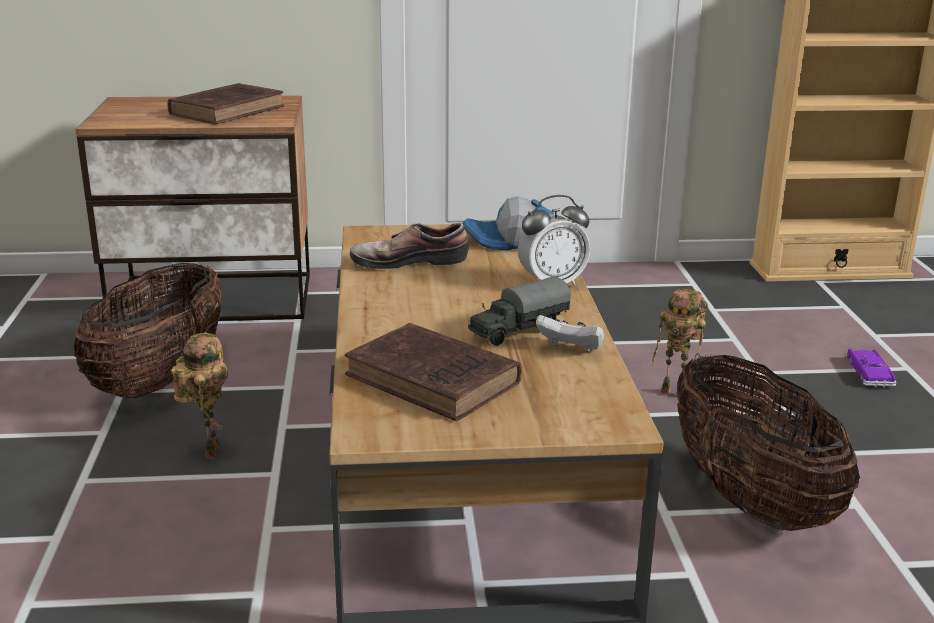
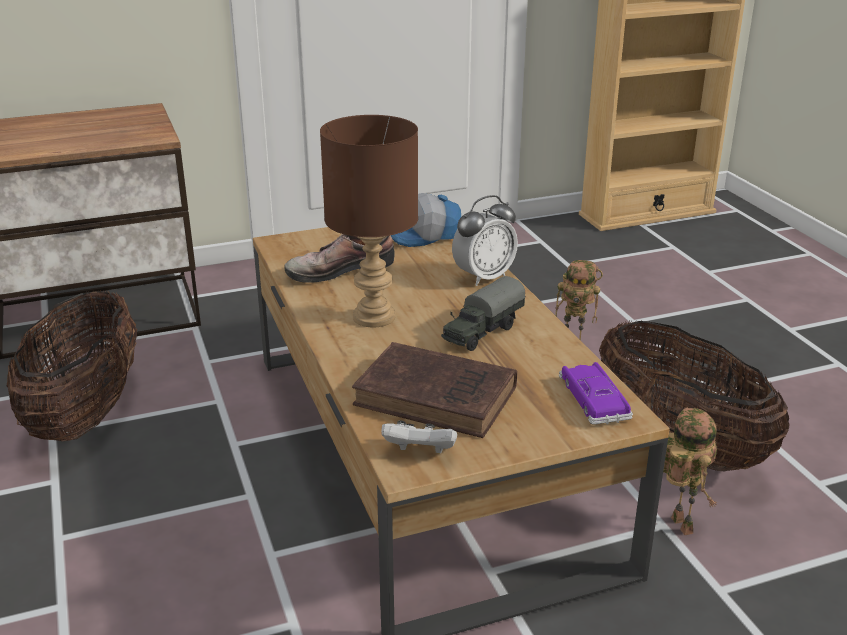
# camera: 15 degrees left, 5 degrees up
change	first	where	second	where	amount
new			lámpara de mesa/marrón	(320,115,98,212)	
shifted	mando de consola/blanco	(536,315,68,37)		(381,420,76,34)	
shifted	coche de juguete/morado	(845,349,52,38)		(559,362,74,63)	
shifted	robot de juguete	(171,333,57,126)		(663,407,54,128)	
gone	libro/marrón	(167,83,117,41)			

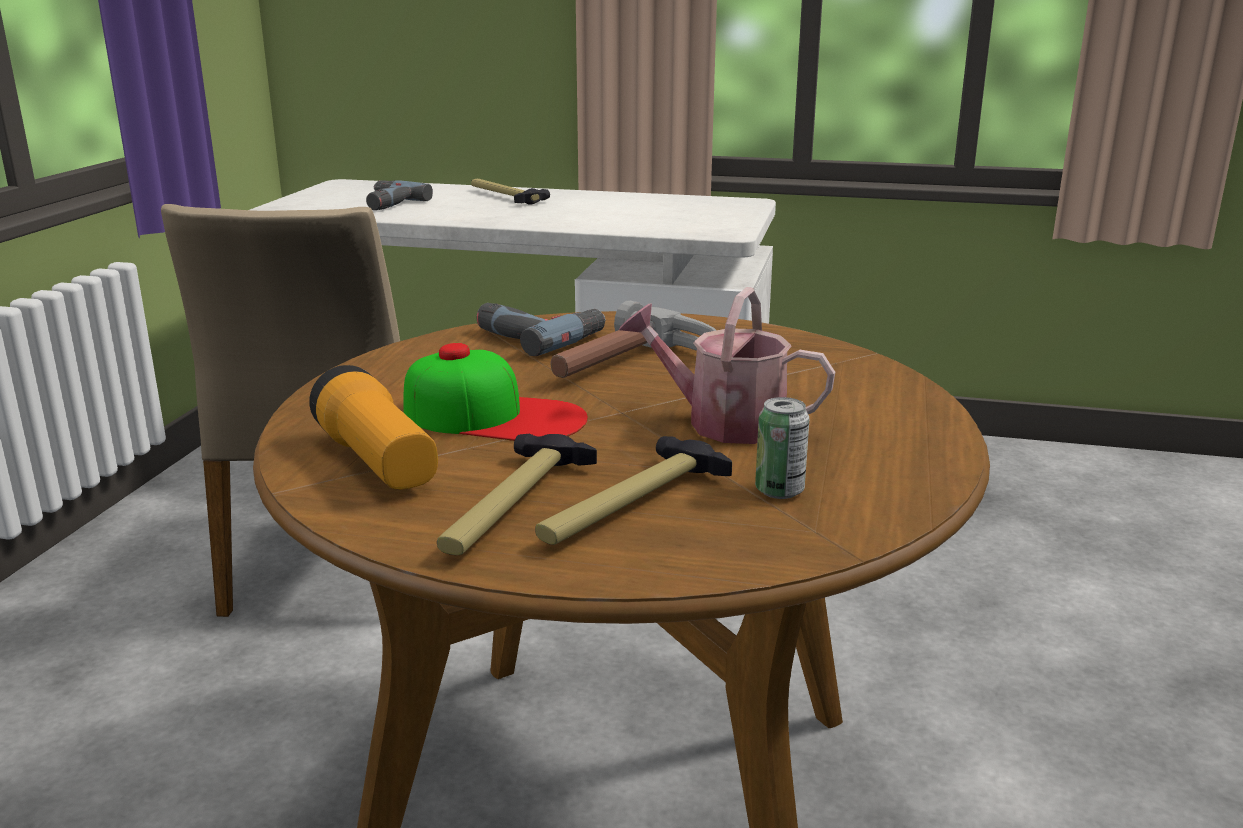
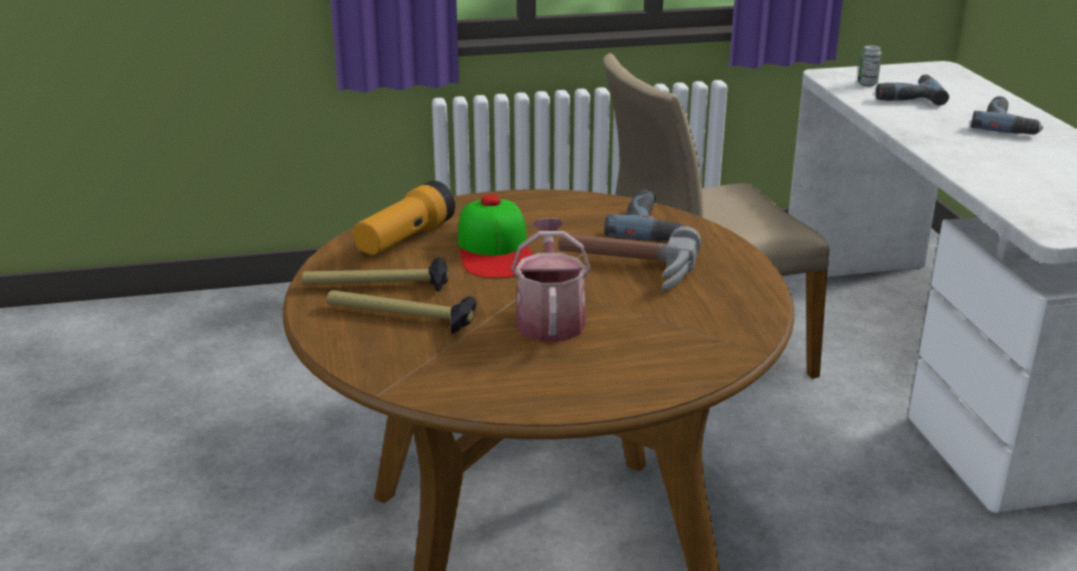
# camera: 65 degrees right, 5 degrees up
change	first	where	second	where	amount
shifted	lata	(755,397,54,102)		(858,45,24,41)	
swapped	martillo	(471,179,79,26)	taladro	(971,96,72,39)	

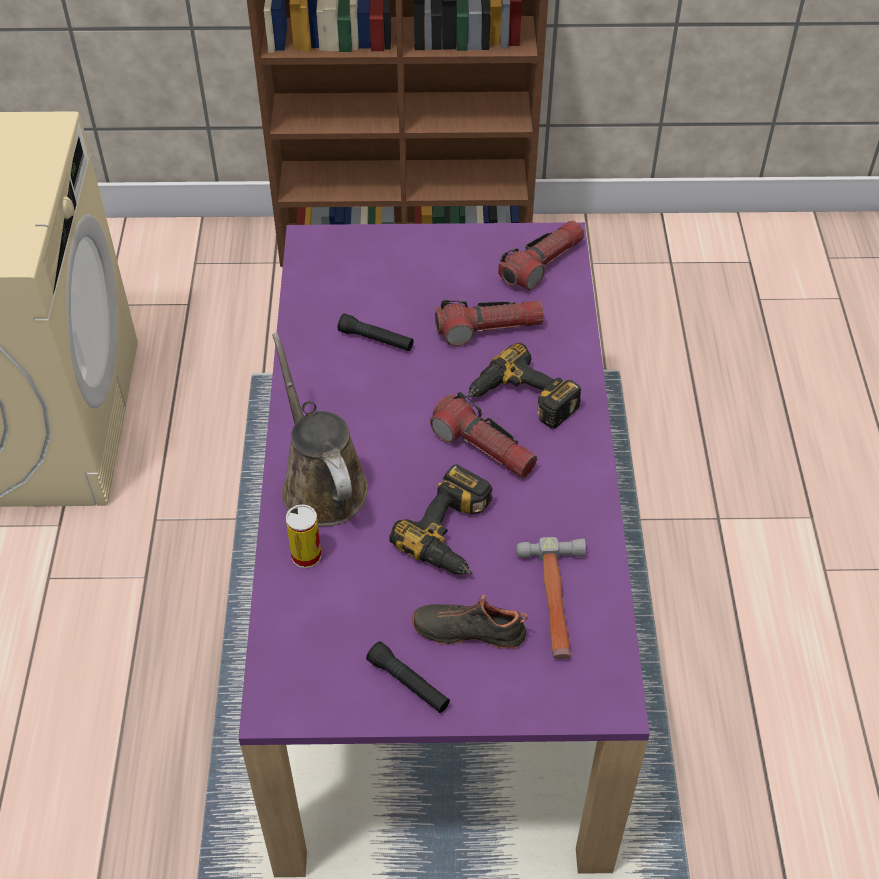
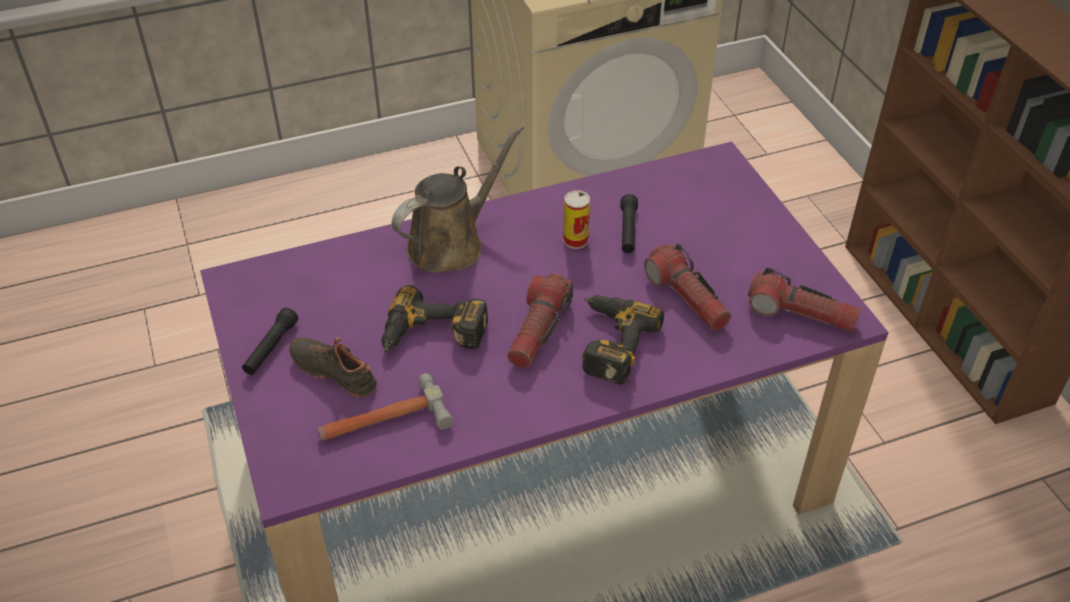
# camera: 70 degrees right, 5 degrees down
change	first	where	second	where	amount
rotated	zapato/negro	(412,595,116,54)		(289,337,88,60)	45 degrees counterclockwise
shifted	lata	(286,504,36,65)		(563,190,27,59)	

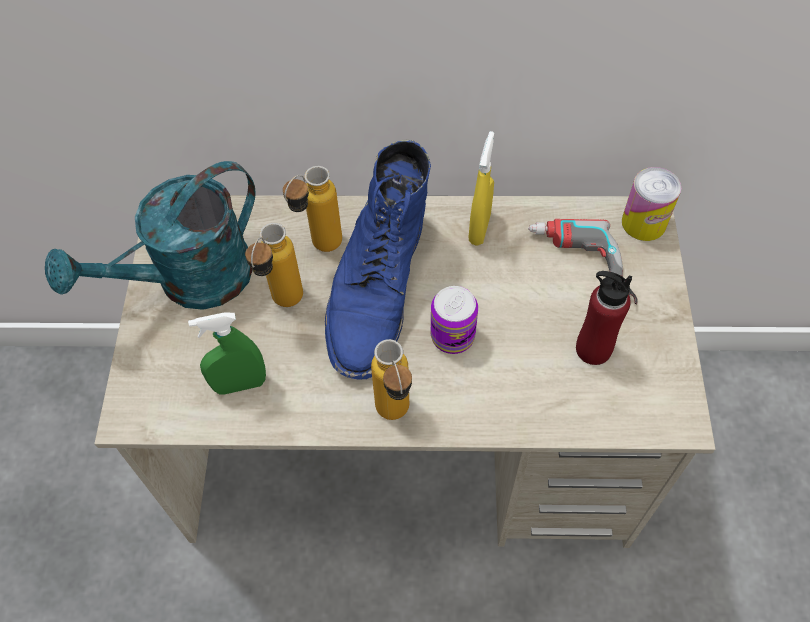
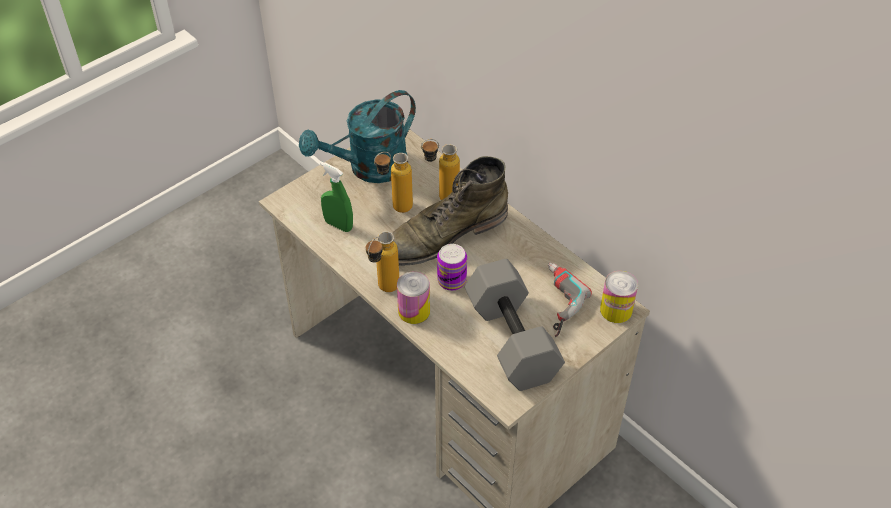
# camera: 45 degrees right, 10 degrees down
change	first	where	second	where	amount
rotated	regadera/turquesa	(45,161,211,149)		(299,90,117,93)	45 degrees counterclockwise
repainted	bota/azul	(325,139,106,241)	bota/verde	(393,156,115,110)	
new			lata	(397,272,33,52)	
swapped	botella/rojo	(576,271,56,94)	mancuerna/gris	(465,259,100,132)	
gone	pulverizador/amarillo	(469,131,25,115)			

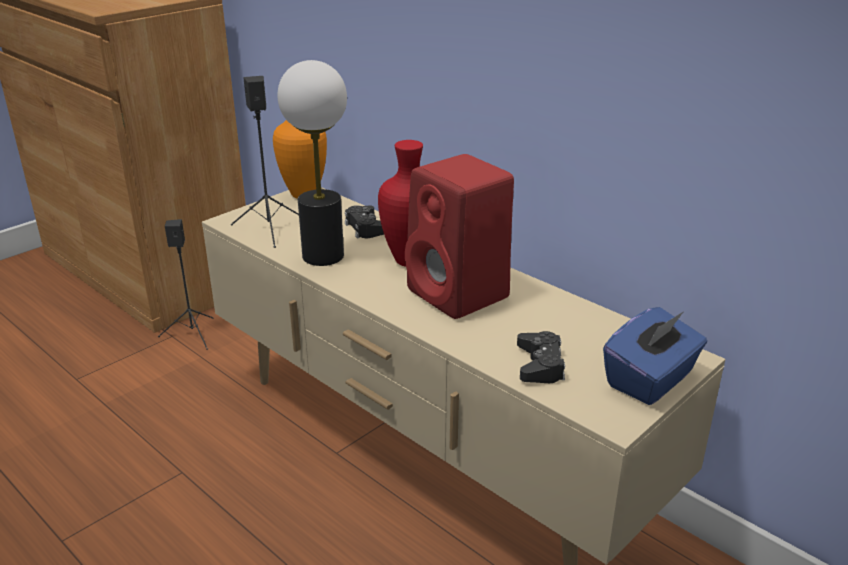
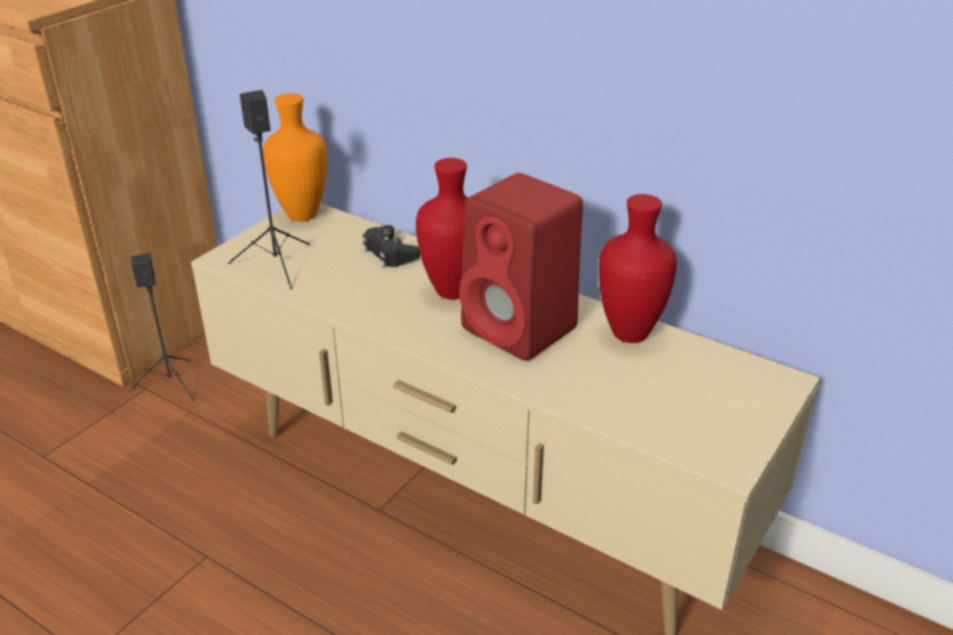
# camera: 10 degrees left, 5 degrees up
change	first	where	second	where	amount
new			florero/rojo	(599,194,78,149)	
gone	lámpara de mesa	(278,60,69,206)			
gone	mando de consola/negro	(517,331,48,52)			
gone	caja de pañuelos/azul	(603,307,104,98)			

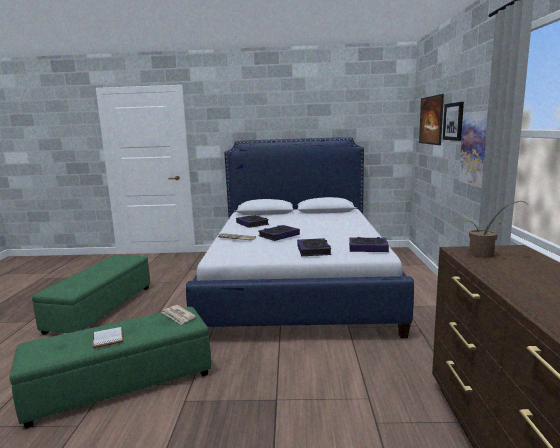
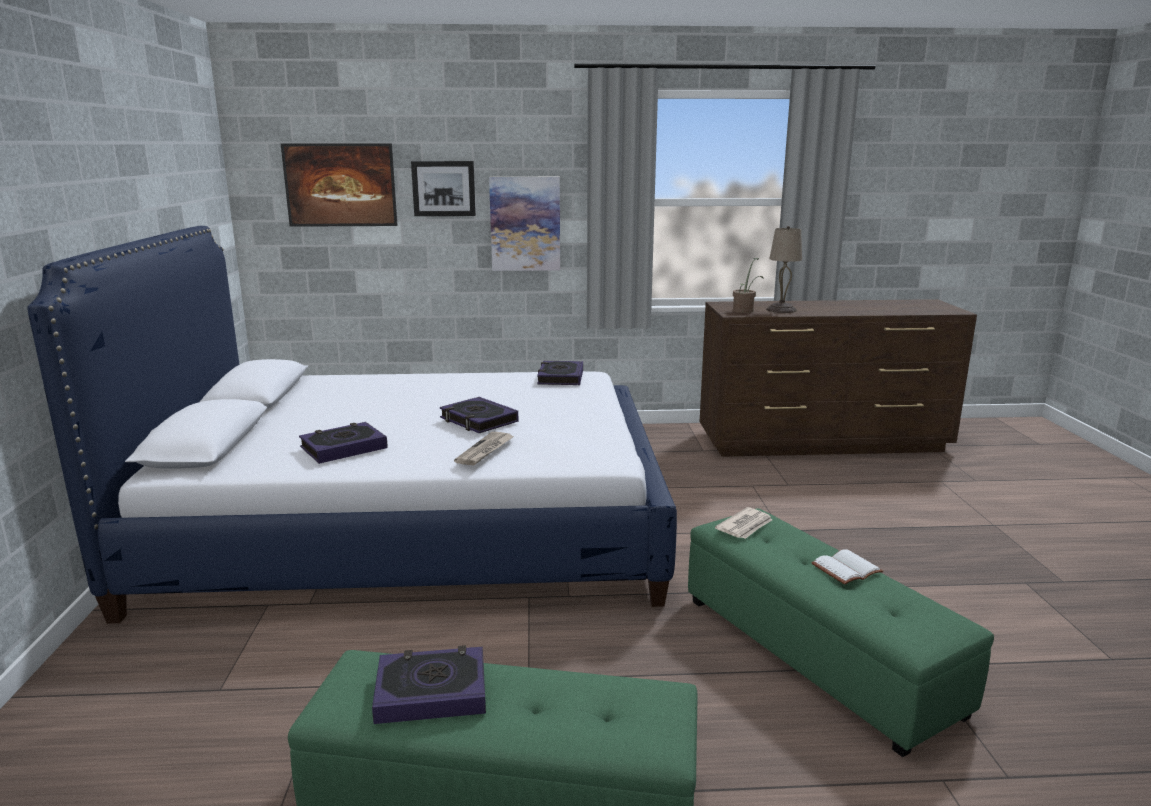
# camera: 95 degrees left, 5 degrees up
change	first	where	second	where	amount
shifted	libro	(297,238,34,18)		(372,645,114,79)	
new			lámpara de mesa/beis	(766,226,36,87)	

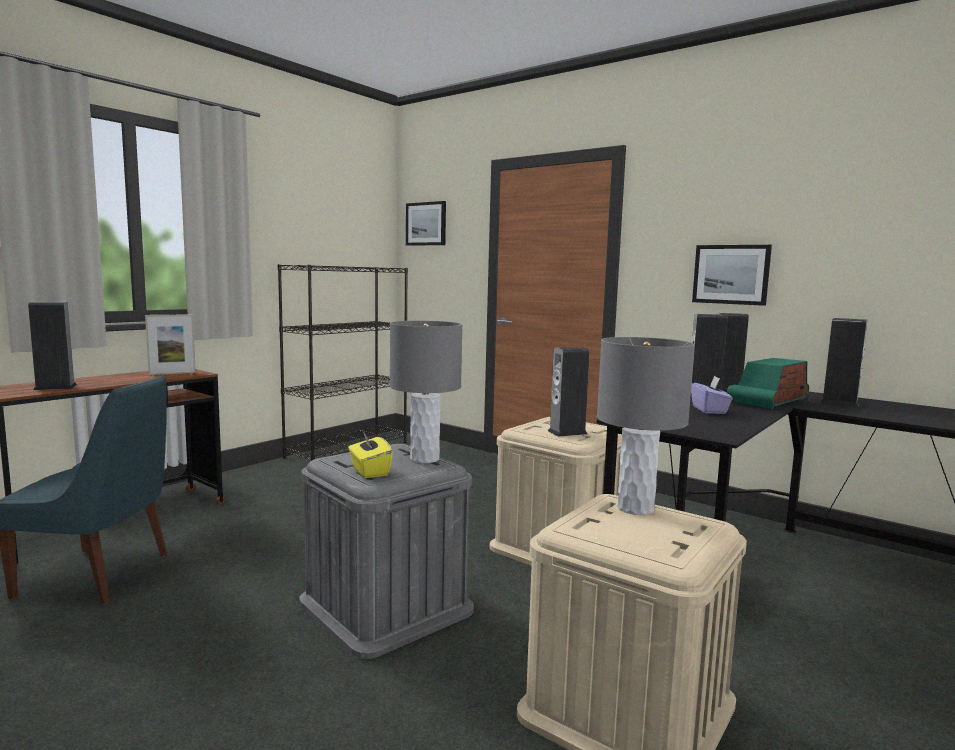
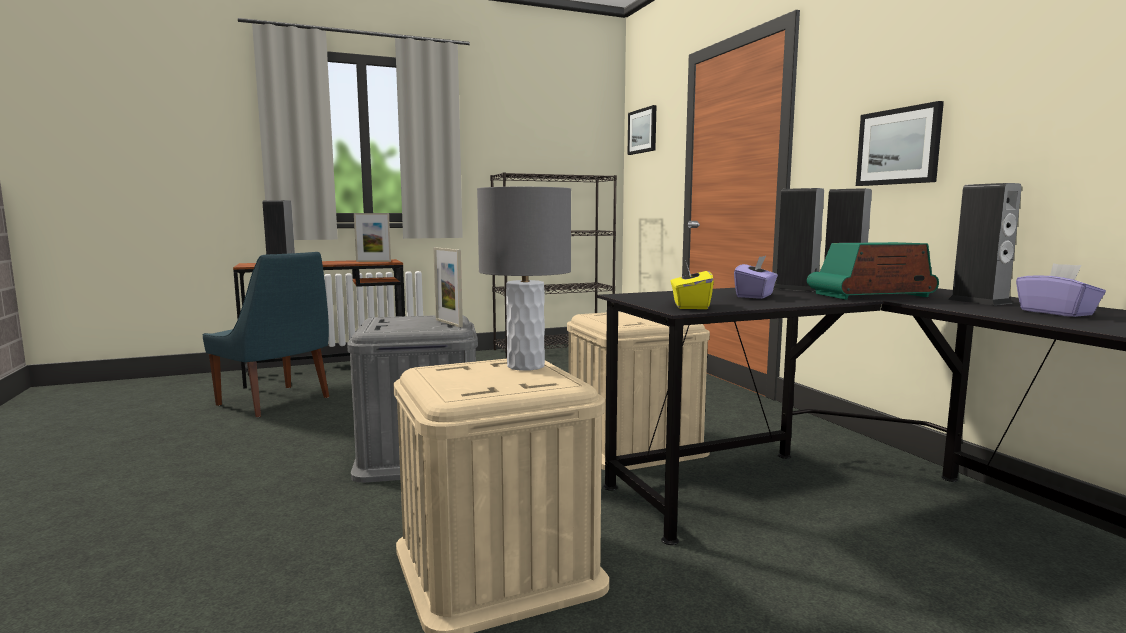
# camera: 30 degrees right, 0 degrees up
change	first	where	second	where	amount
swapped	lámpara de mesa/gris	(390,321,73,142)	portarretratos	(433,247,30,80)	
shifted	caja de pañuelos/amarillo	(348,430,45,48)		(671,260,43,49)	
new			caja de pañuelos/morado	(1016,263,90,54)	
gone	altavoz	(548,347,42,90)			

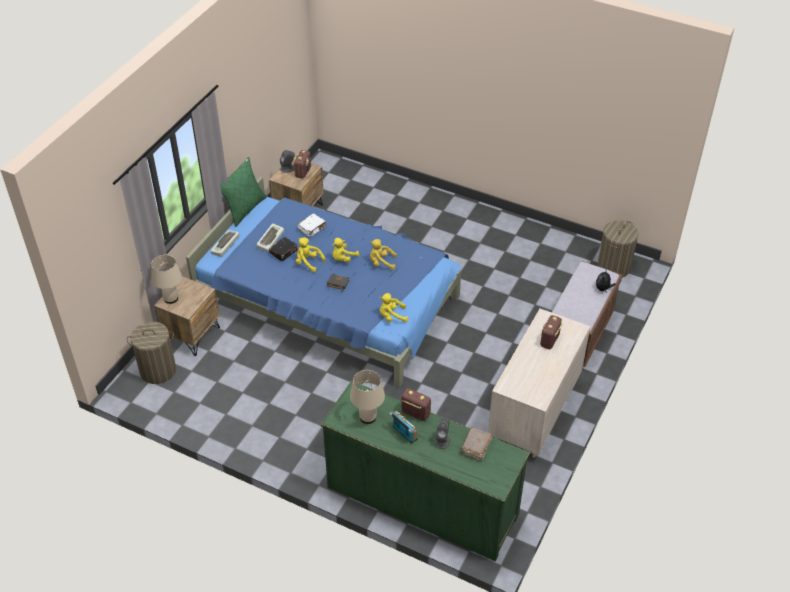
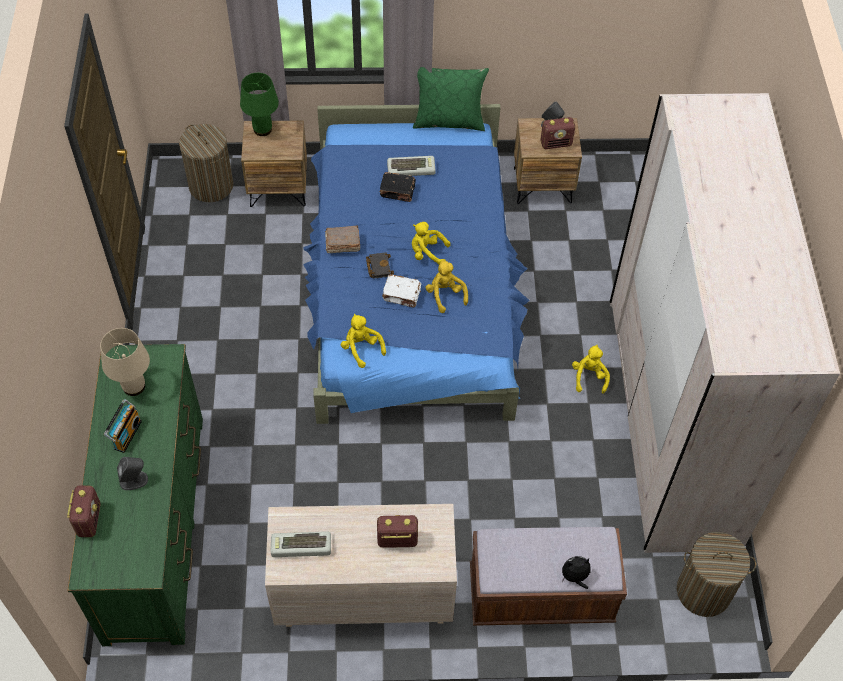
# camera: 60 degrees right, 10 degrees up
change	first	where	second	where	amount
shifted	radio	(402,388,29,33)		(67,485,34,52)	
repainted	lámpara de mesa/beis	(151,255,31,49)	lámpara de mesa/verde	(240,73,39,63)	
shifted	teclado	(210,230,30,27)		(271,531,60,26)	
shifted	libro/marrón	(461,427,31,34)		(325,226,35,27)	
shifted	libro/blanco	(298,214,28,23)		(382,274,39,34)	
shifted	peluche/amarillo	(296,237,30,35)		(572,345,38,49)	
new			armario ropero/beis	(610,93,230,460)	

